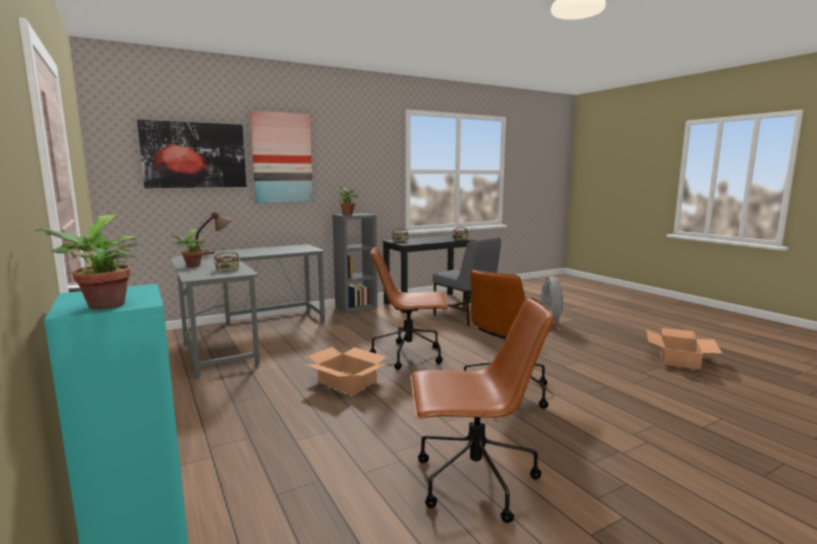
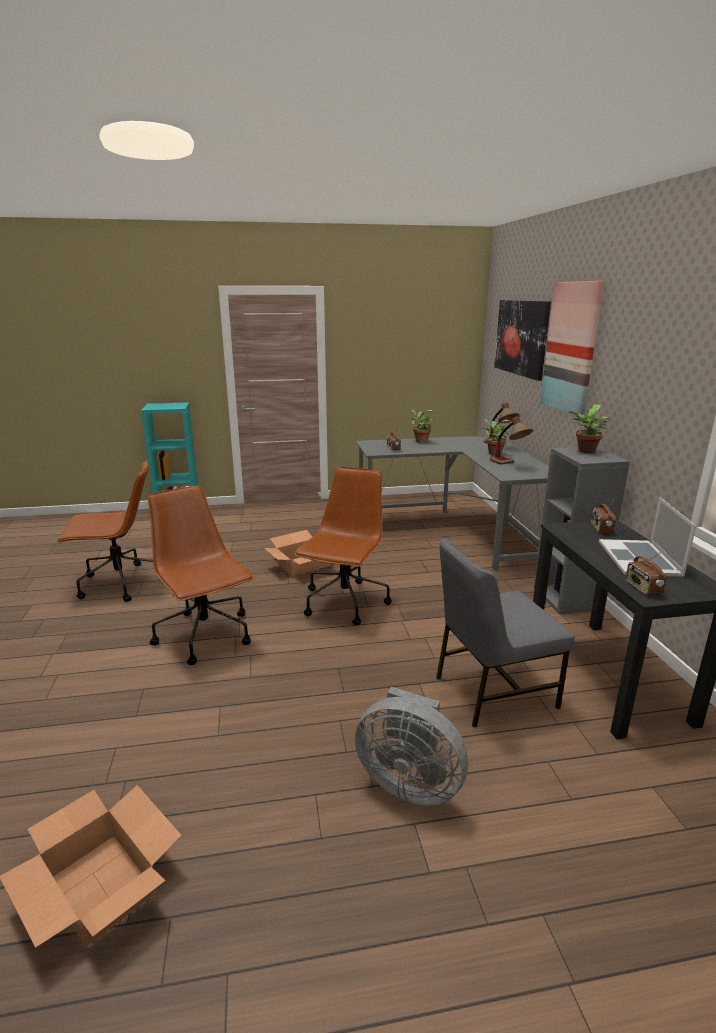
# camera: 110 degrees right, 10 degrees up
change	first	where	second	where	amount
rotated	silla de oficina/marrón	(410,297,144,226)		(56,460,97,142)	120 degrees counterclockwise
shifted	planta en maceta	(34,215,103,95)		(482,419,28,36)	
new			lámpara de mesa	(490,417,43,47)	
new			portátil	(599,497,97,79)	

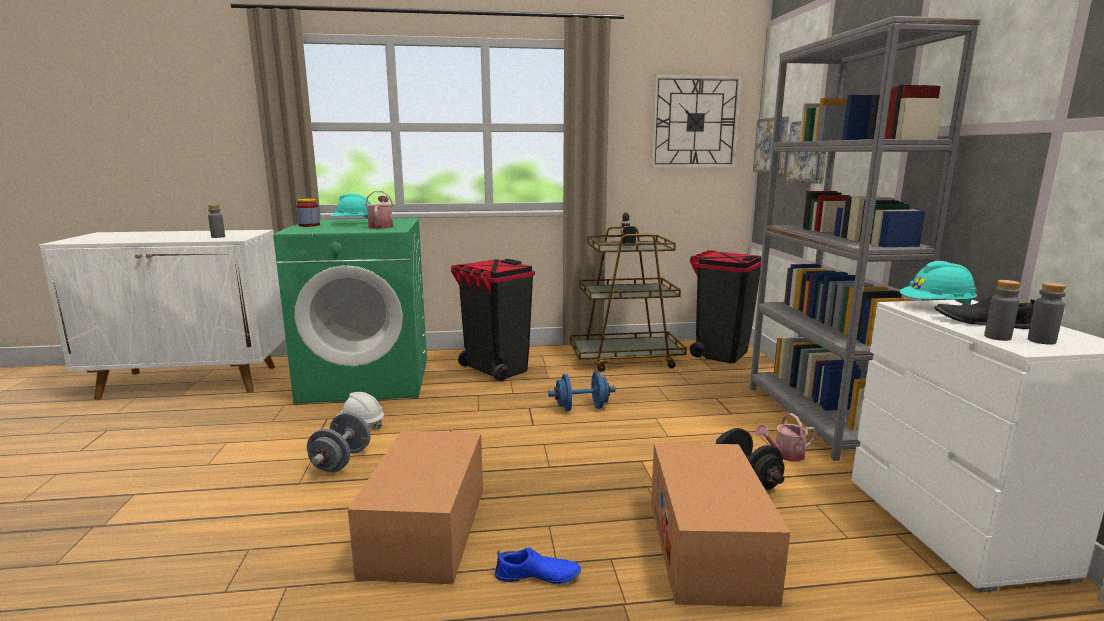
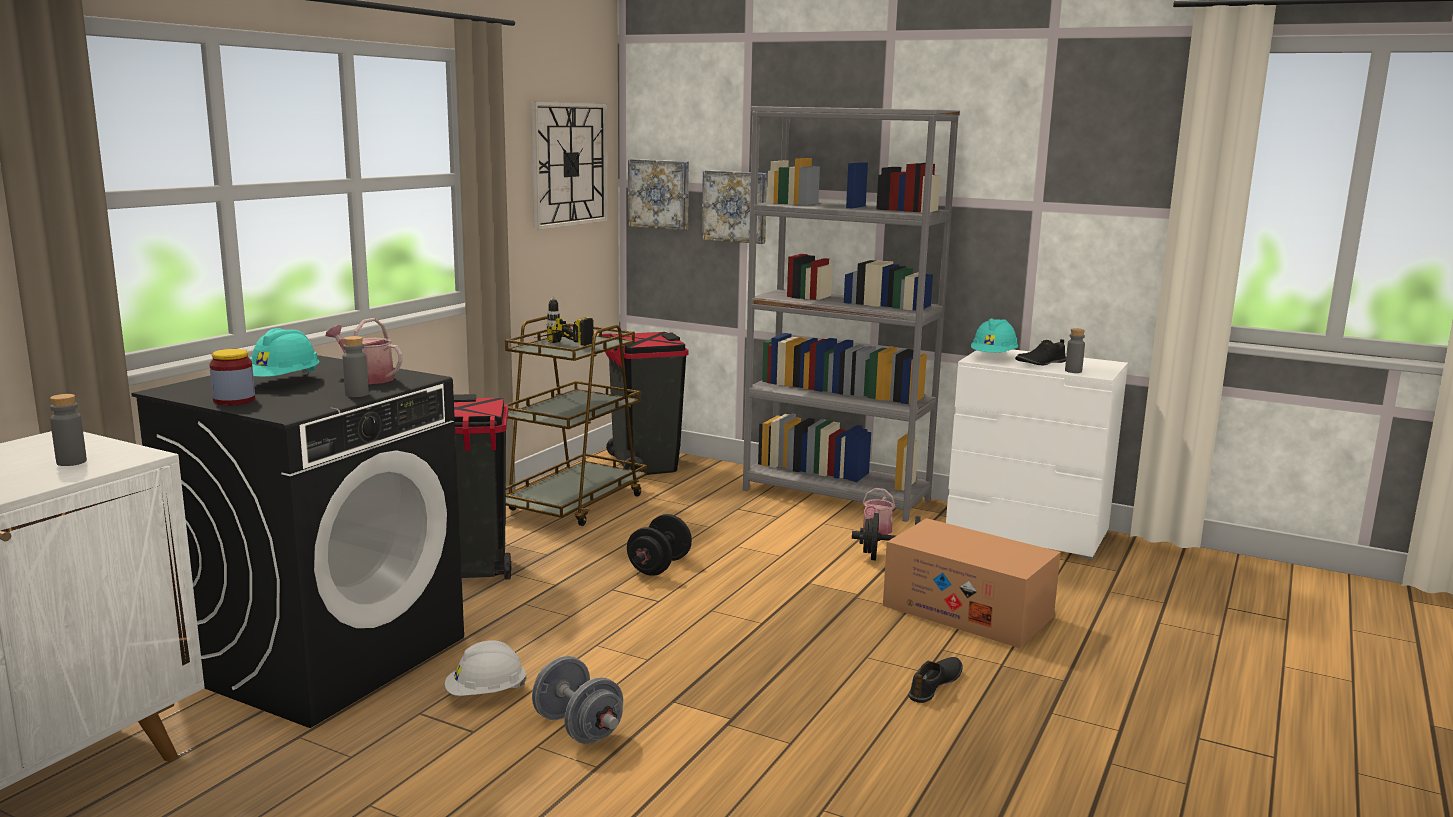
# camera: 55 degrees left, 0 degrees up
change	first	where	second	where	amount
repainted	lavadora/verde	(273,218,154,186)	lavadora/negro	(131,355,333,373)	
shifted	botella/gris	(1028,282,38,63)		(342,336,27,61)	
repainted	mancuerna/azul	(548,372,67,39)	mancuerna/negro	(627,514,65,62)	
repainted	zapato/azul	(495,547,86,37)	zapato/negro	(908,657,55,46)	
gone	caja de cartón	(348,431,135,153)			

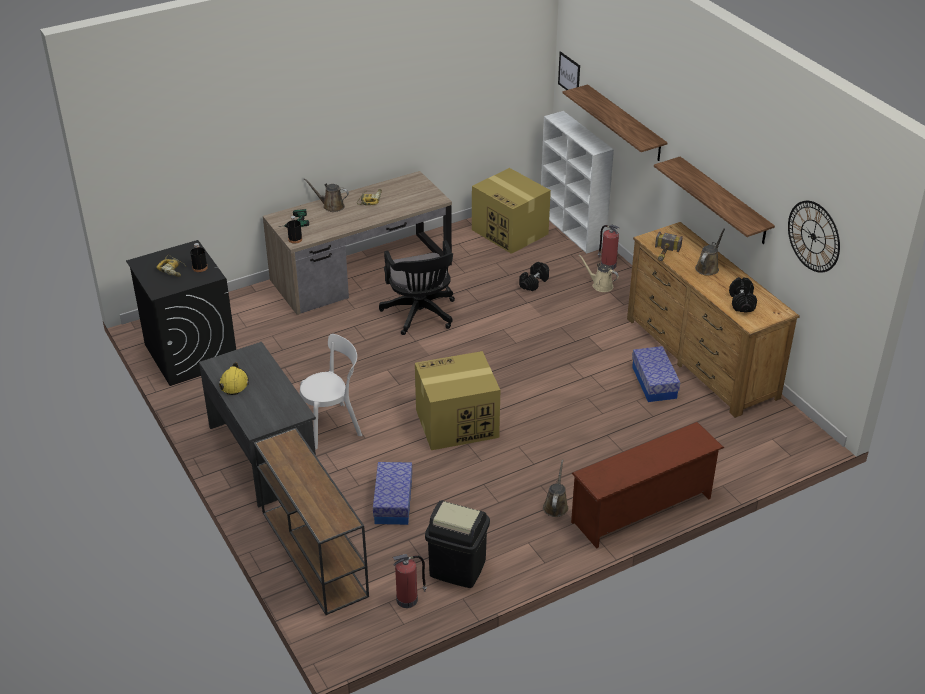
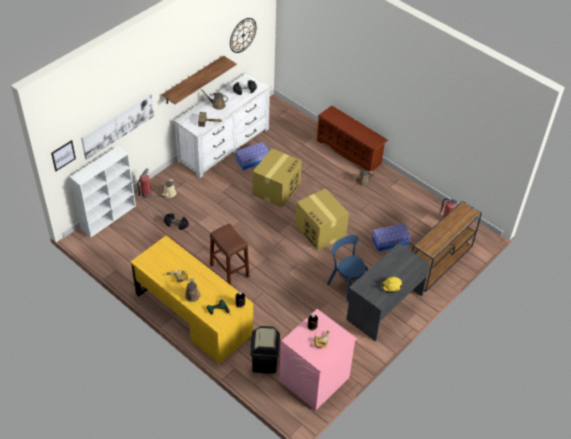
# camera: 110 degrees left, 10 degrees up
change	first	where	second	where	amount
swapped	estante	(563,84,105,77)	cuadro	(81,94,73,66)	
repainted	escritorio/marrón	(263,171,189,144)	escritorio/amarillo	(131,235,122,129)	
repainted	cómoda/marrón	(627,222,173,196)	cómoda/blanco	(173,72,98,106)	
swapped	silla de oficina/negro	(379,240,76,95)	taburete/marrón	(210,223,40,62)	
shifted	papelera/negro	(425,500,65,88)		(250,326,30,48)	
shifted	caja de cartón	(472,168,79,86)		(252,148,50,60)	
repainted	lavadora/negro	(126,240,110,146)	lavadora/rosa	(279,309,78,101)	
repainted	silla/blanco	(300,334,62,115)	silla/azul	(327,235,41,67)	

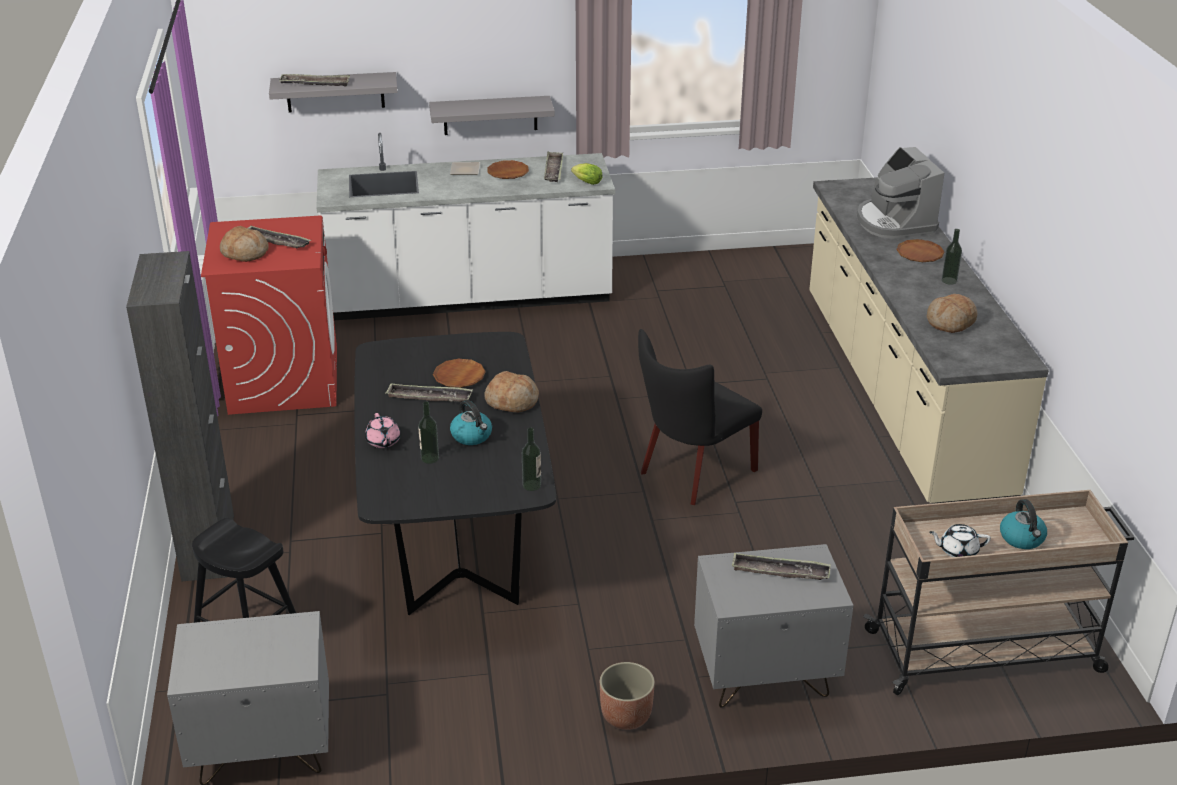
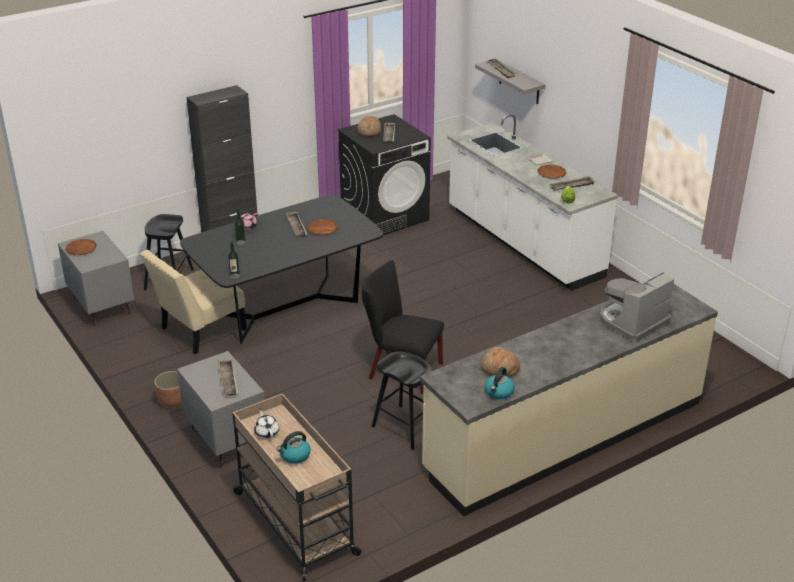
# camera: 65 degrees right, 0 degrees up
change	first	where	second	where	amount
shifted	plato/marrón	(896,239,48,23)		(65,239,32,16)	
new			silla/beis	(140,250,107,104)	
repainted	lavadora/rojo	(201,215,136,200)	lavadora/negro	(337,114,94,121)	
new			taburete/negro	(372,352,60,98)	
shifted	hervidor	(450,400,42,45)		(485,367,29,32)	
gone	estante/gris	(429,96,126,39)			
gone	pan	(484,371,55,42)			
gone	botella	(942,229,20,56)			

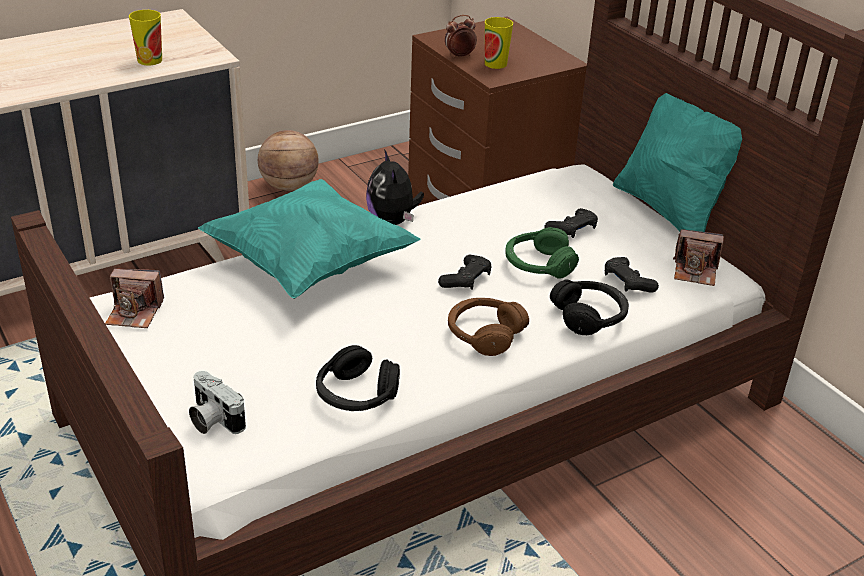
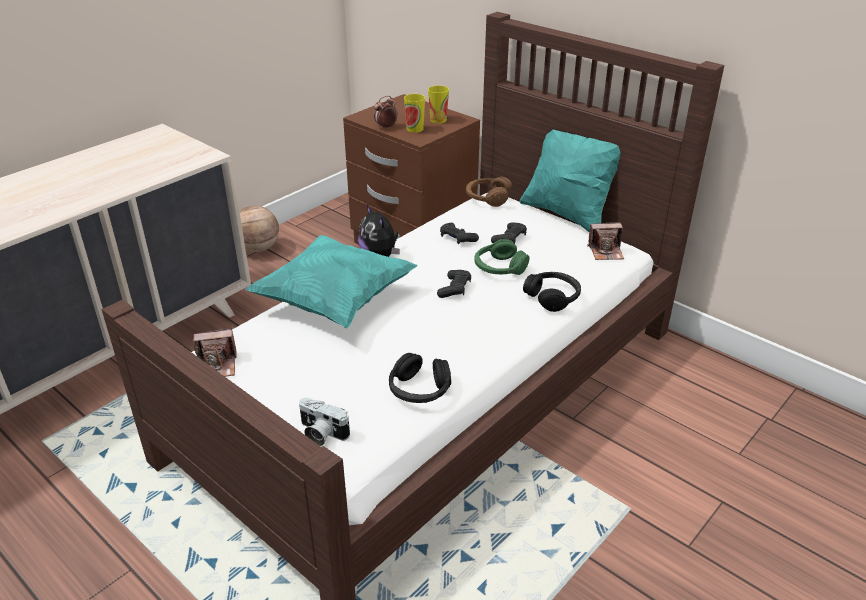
# camera: 15 degrees left, 0 degrees up
change	first	where	second	where	amount
shifted	taza	(129,10,33,55)		(428,86,21,37)	
shifted	mando de consola/negro	(605,257,54,36)		(440,223,39,21)	
shifted	auriculares/marrón	(448,298,81,58)		(466,176,46,31)	

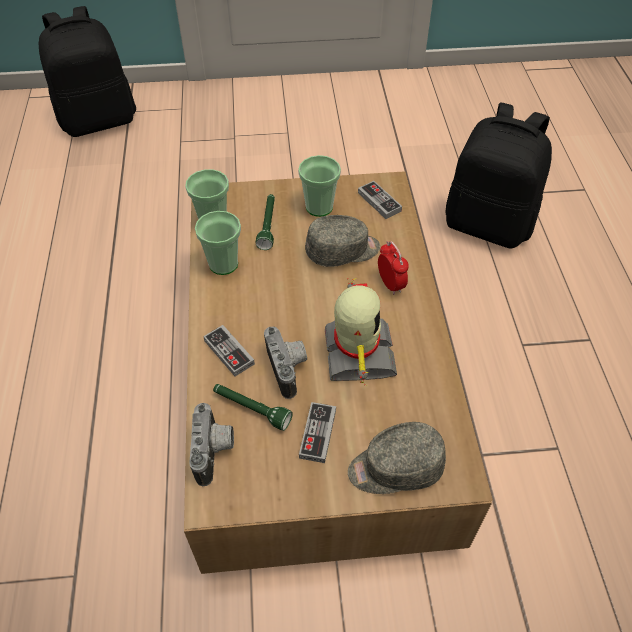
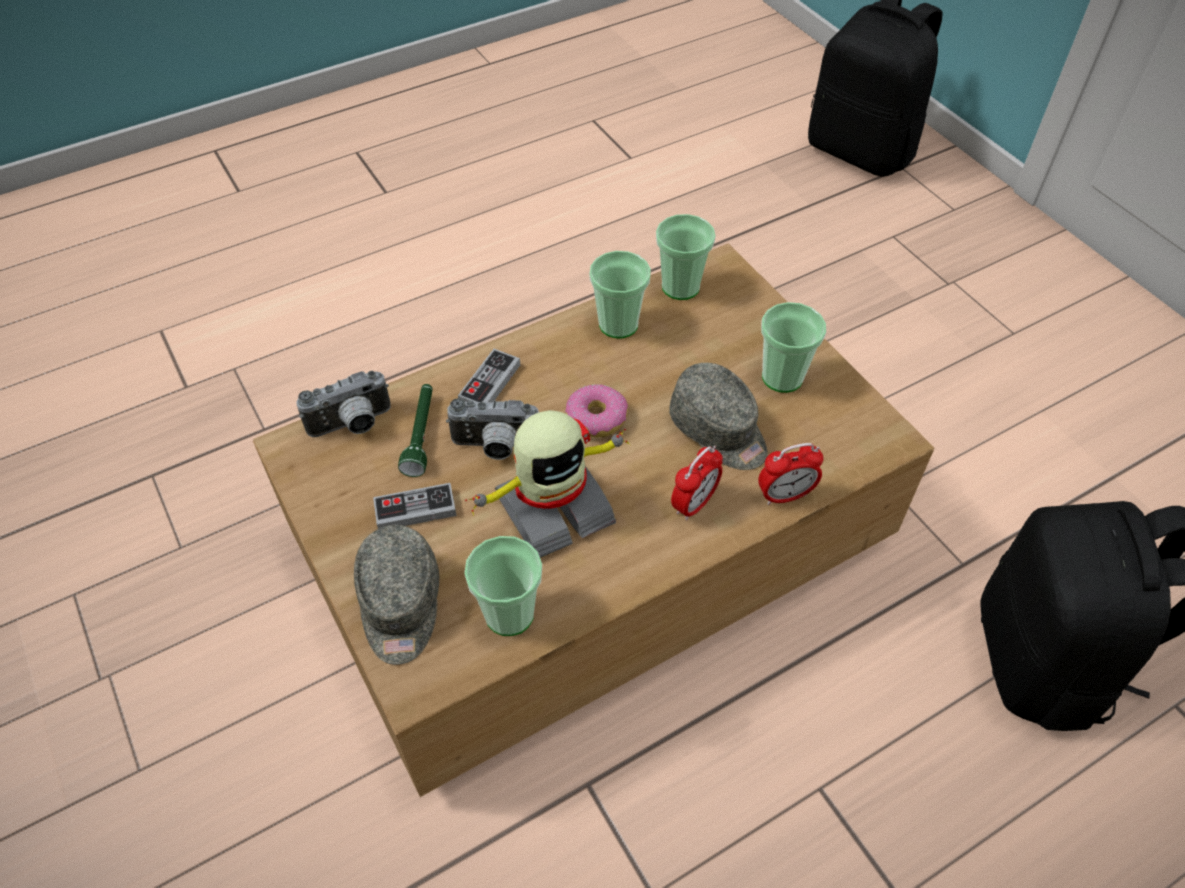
# camera: 65 degrees right, 0 degrees up
change	first	where	second	where	amount
rotated	gorra/gris	(348,422,98,72)		(354,525,85,140)	150 degrees counterclockwise
rotated	cámara	(264,327,43,72)		(446,398,93,62)	45 degrees clockwise
new			taza	(464,536,78,100)	
new			rosquilla	(565,384,63,54)	
new			despertador	(758,443,66,62)	
gone	linterna/verde	(256,194,19,56)			
gone	mando de consola	(358,181,44,38)			

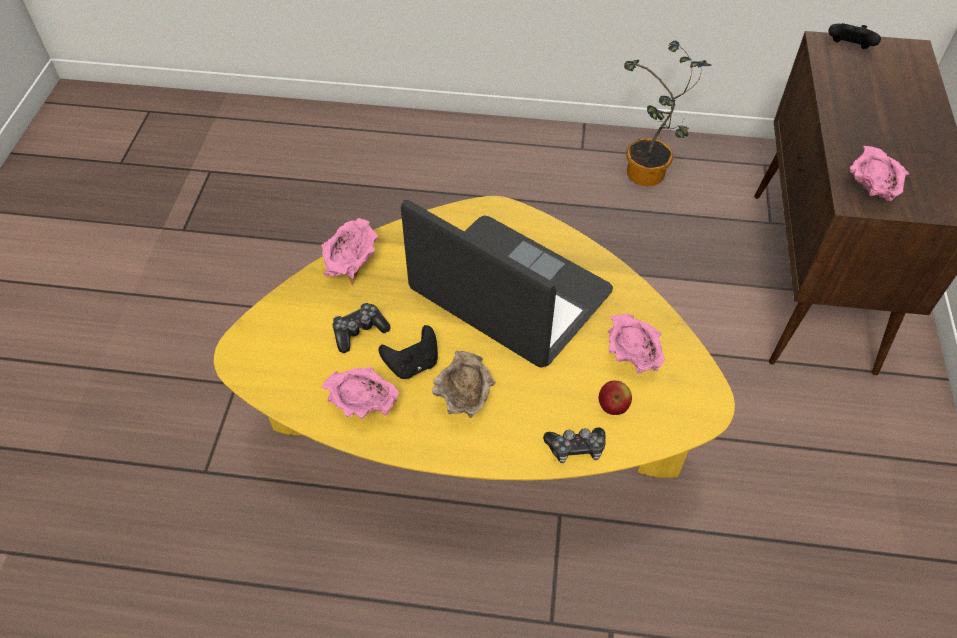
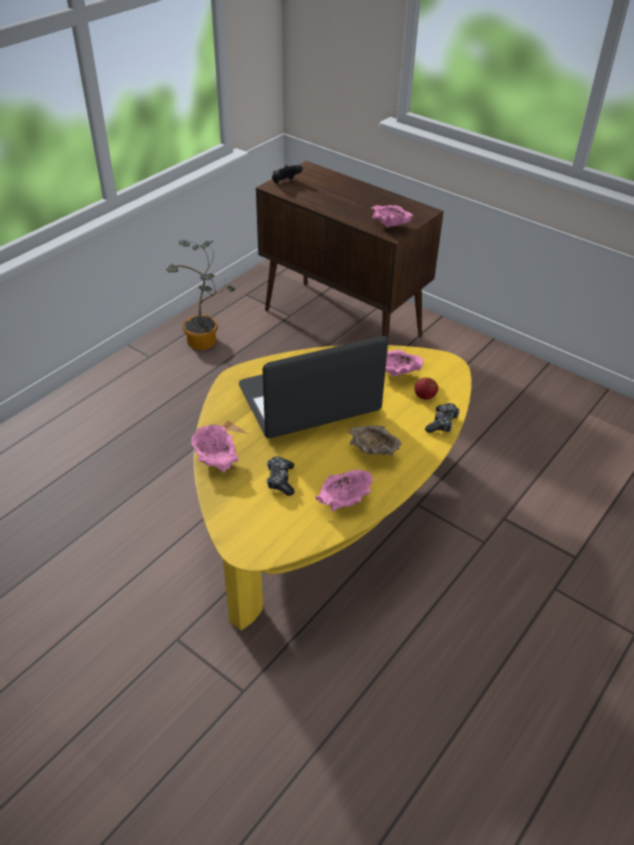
# camera: 60 degrees left, 10 degrees down
change	first	where	second	where	amount
gone	mando de consola/negro	(379,325,59,54)			

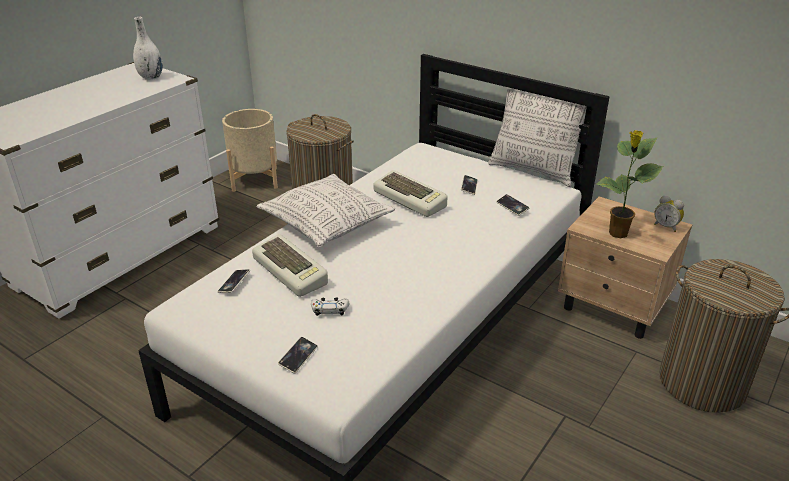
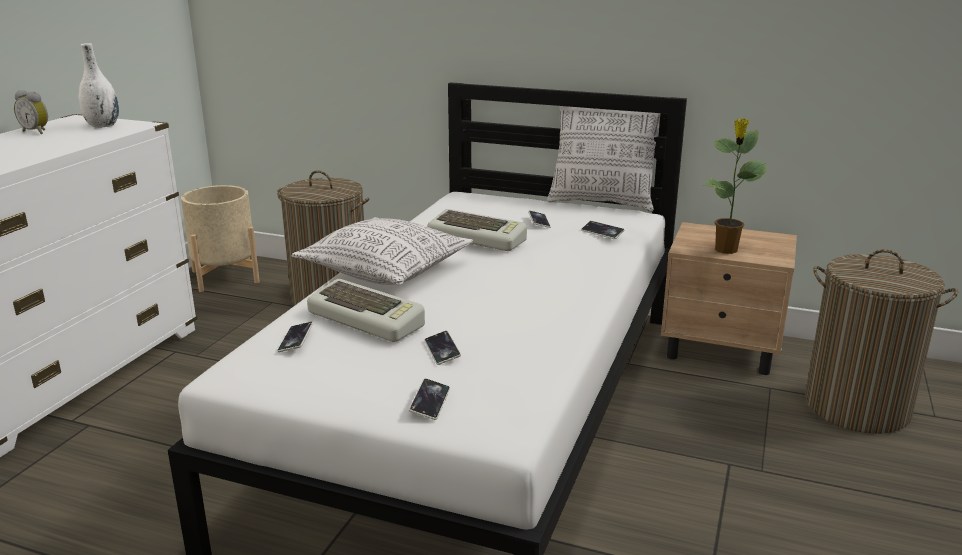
# camera: 15 degrees left, 10 degrees down
change	first	where	second	where	amount
shifted	despertador	(654,195,30,37)		(14,90,34,44)	
swapped	mando de consola/blanco	(311,297,38,19)	móvil	(425,331,36,34)	

